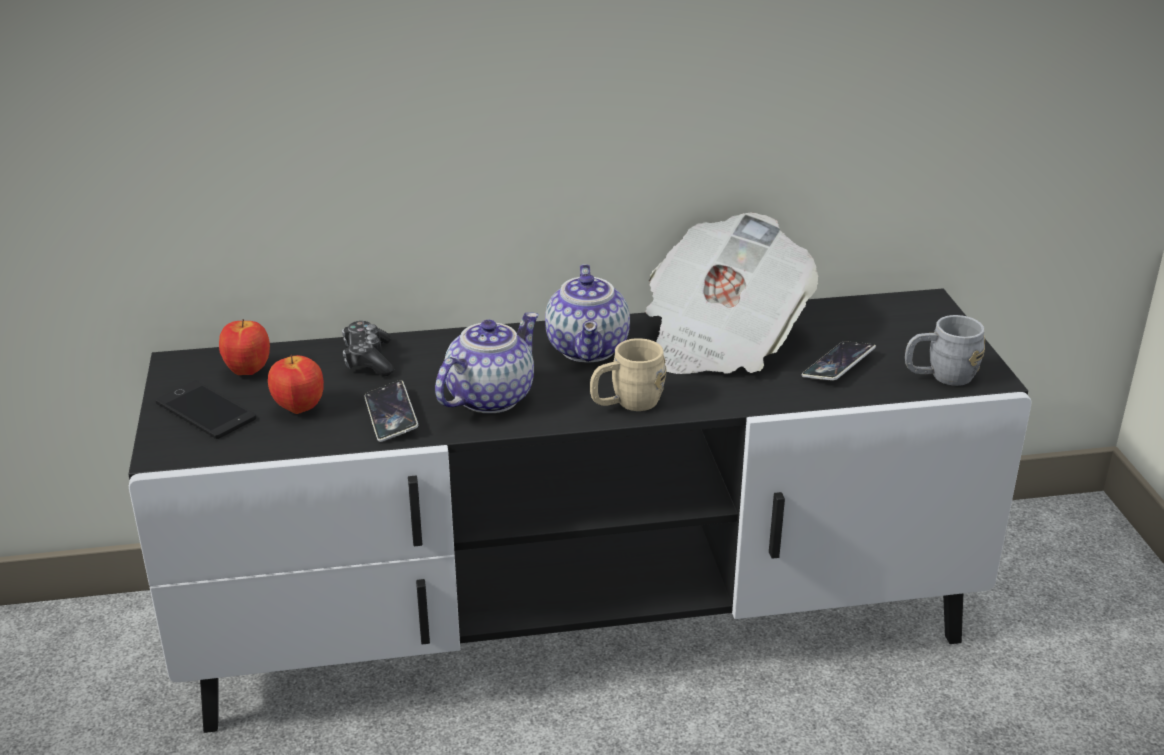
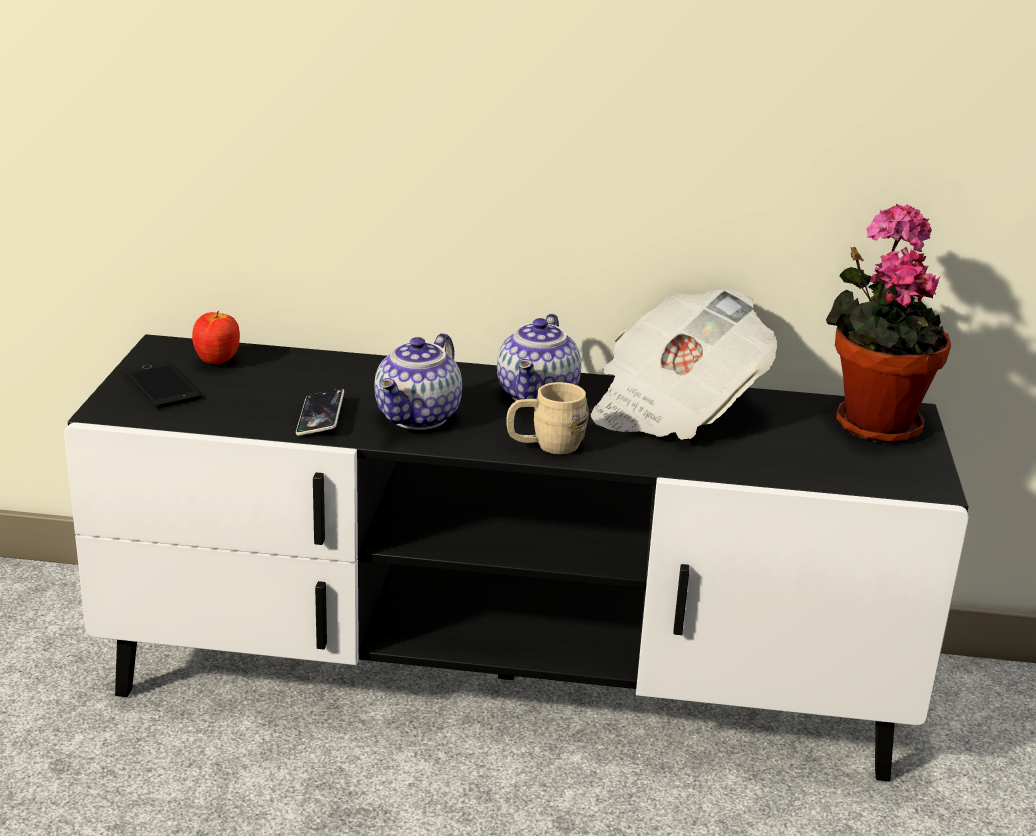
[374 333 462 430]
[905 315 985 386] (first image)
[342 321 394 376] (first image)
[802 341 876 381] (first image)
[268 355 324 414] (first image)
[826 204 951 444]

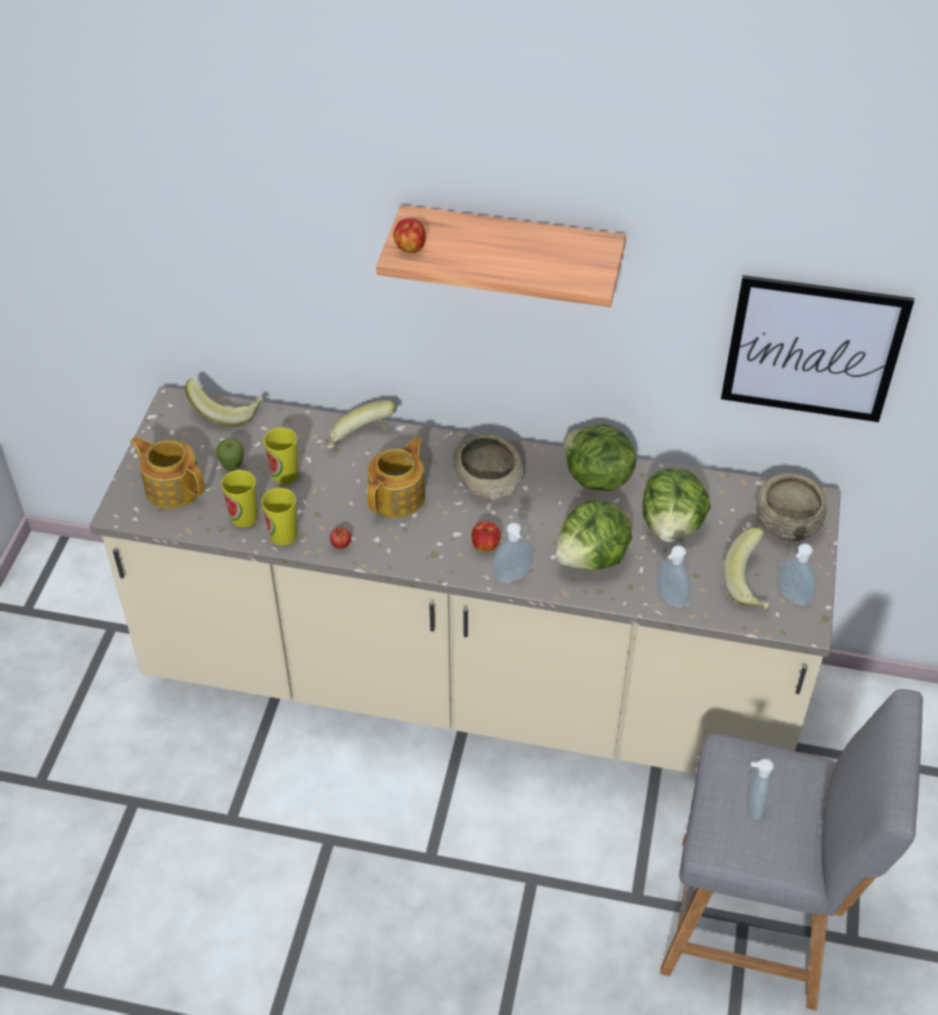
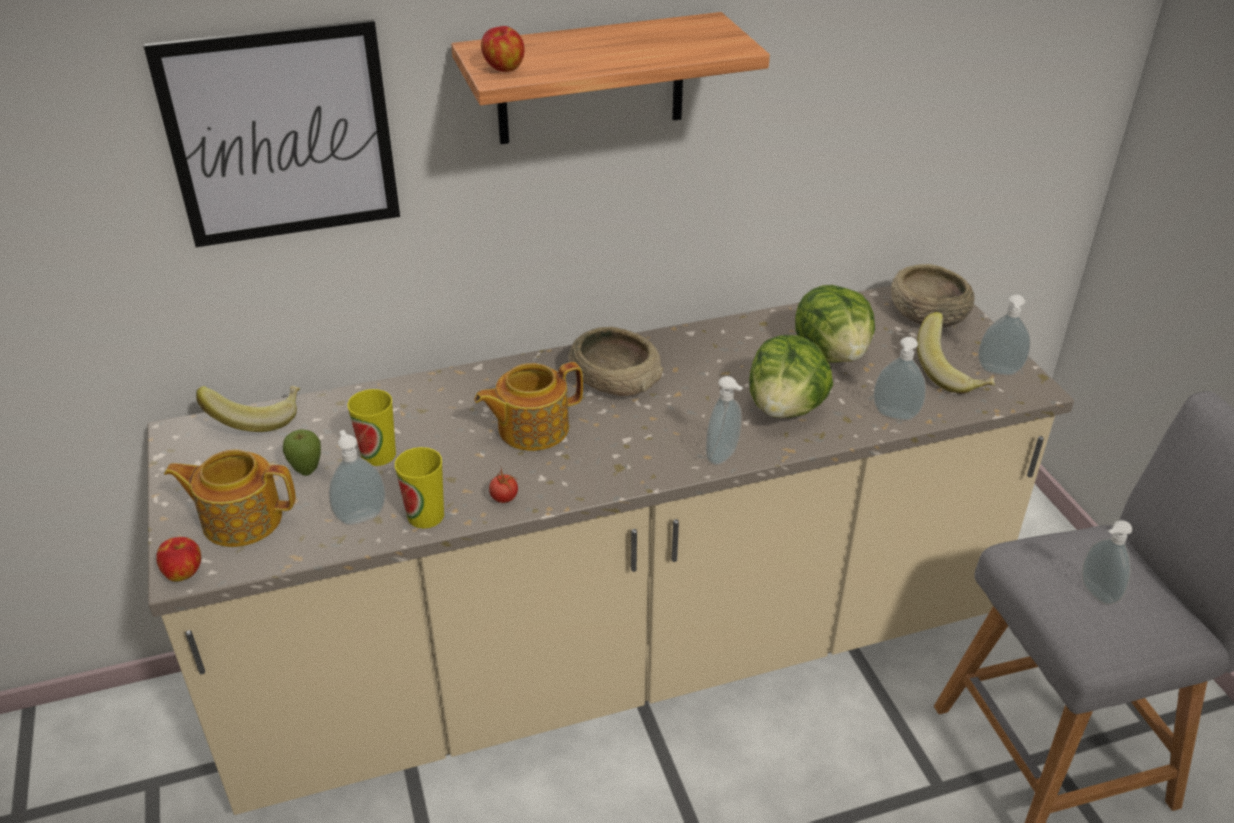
[144 19 400 247]
[327 400 397 449] (first image)
[563 424 636 491] (first image)
[474 362 583 451]
[329 430 386 525]
[156 537 201 582]

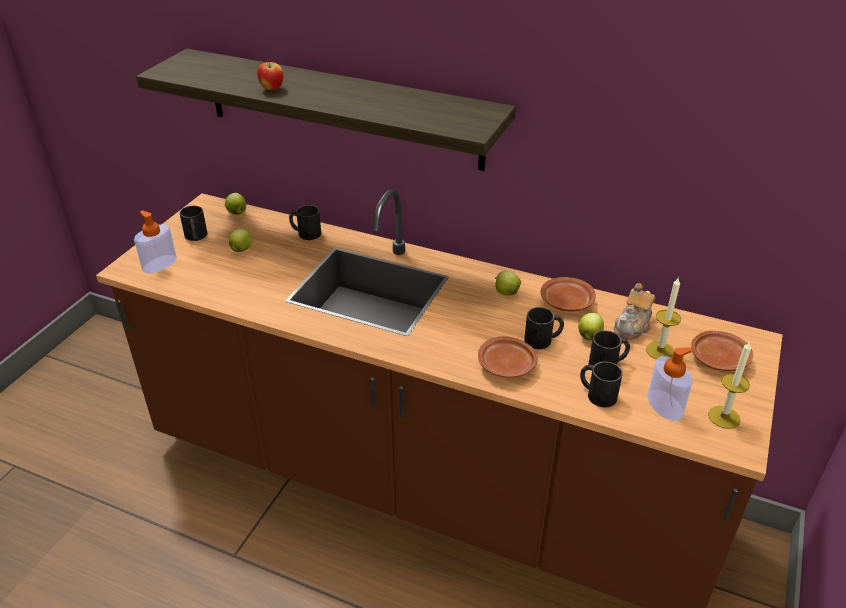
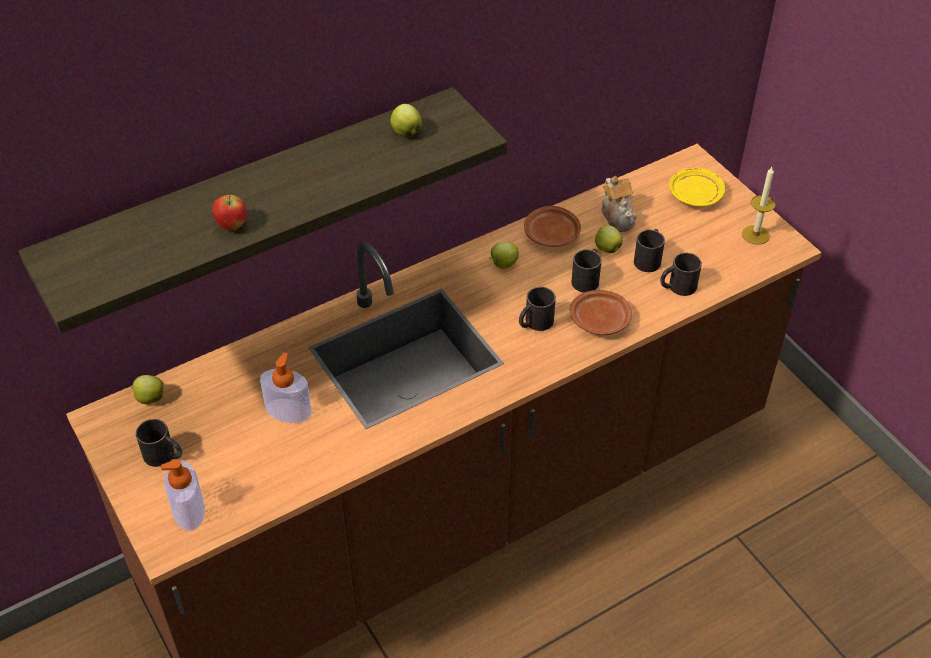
[519 287 556 331]
[390 104 422 136]
[646 277 681 360] (first image)
[669 168 725 207]
[260 353 312 423]

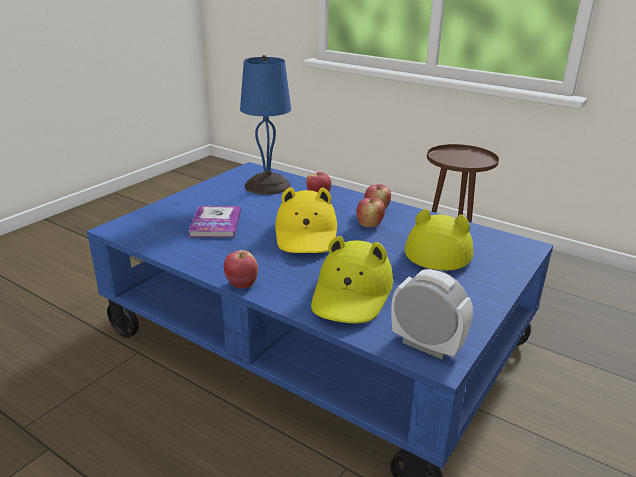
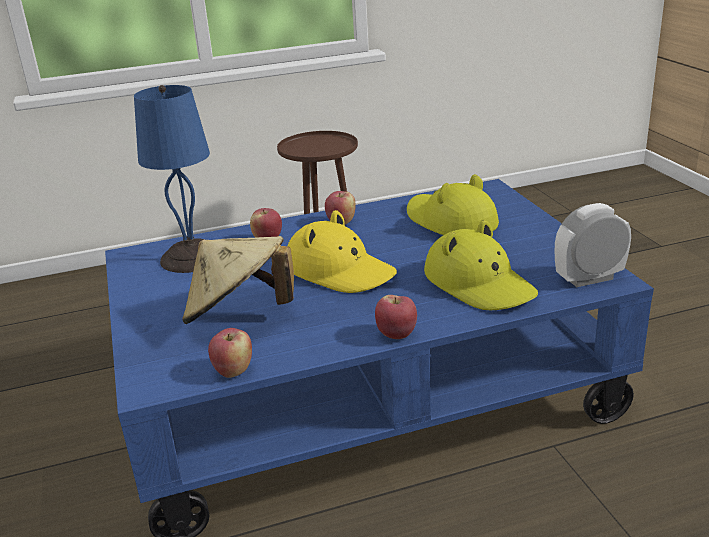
[208 328 252 378]
[182 236 294 324]

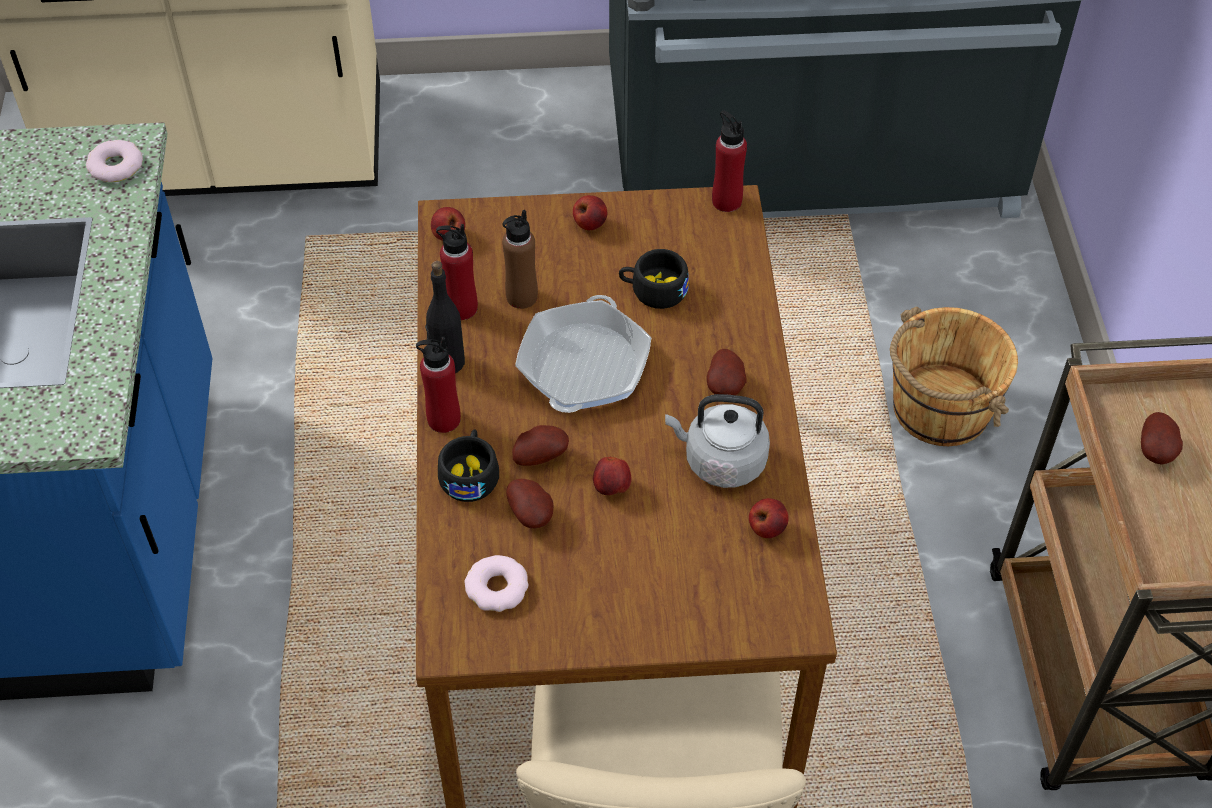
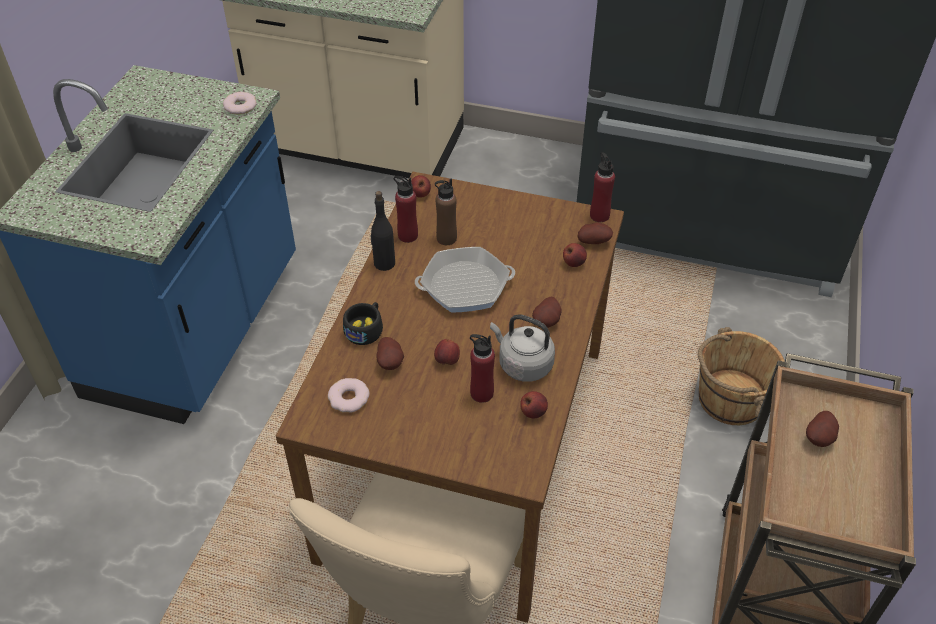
[563 243 587 267]
[619 249 689 309] (first image)
[415 247 515 313]
[470 334 495 403]
[577 222 613 244]

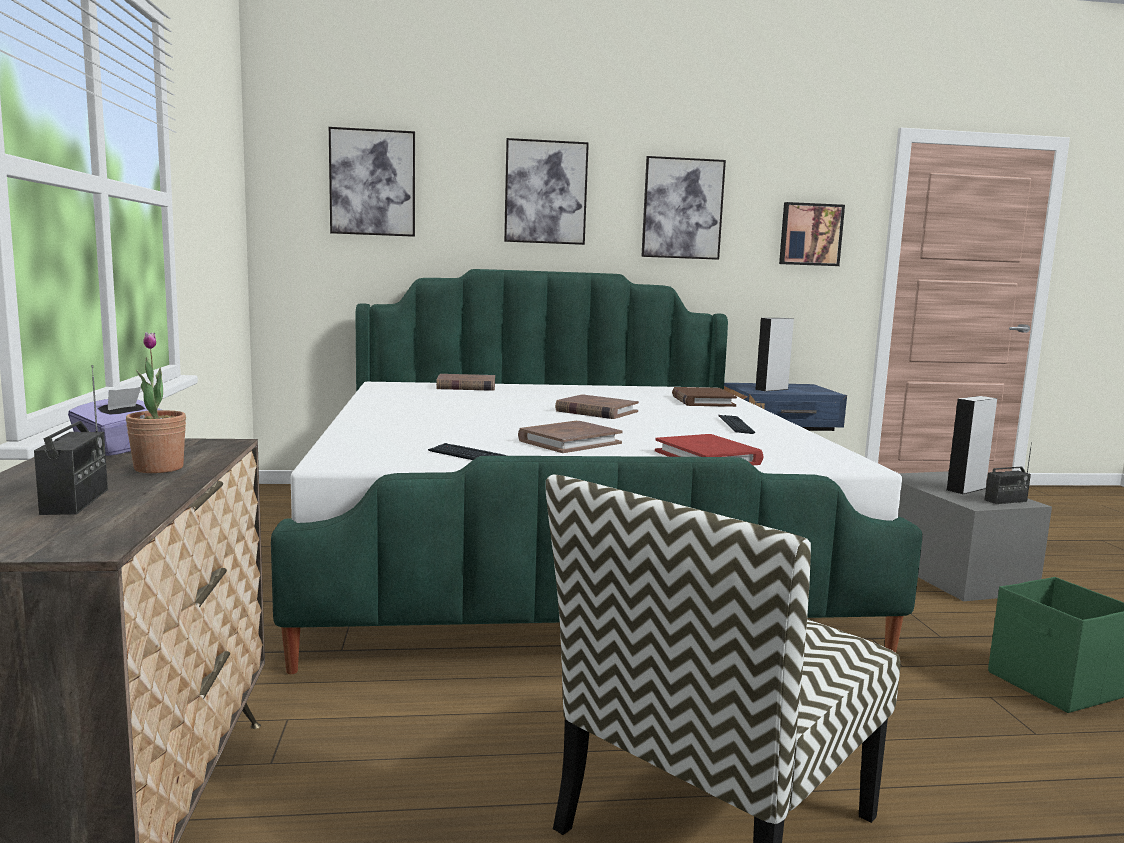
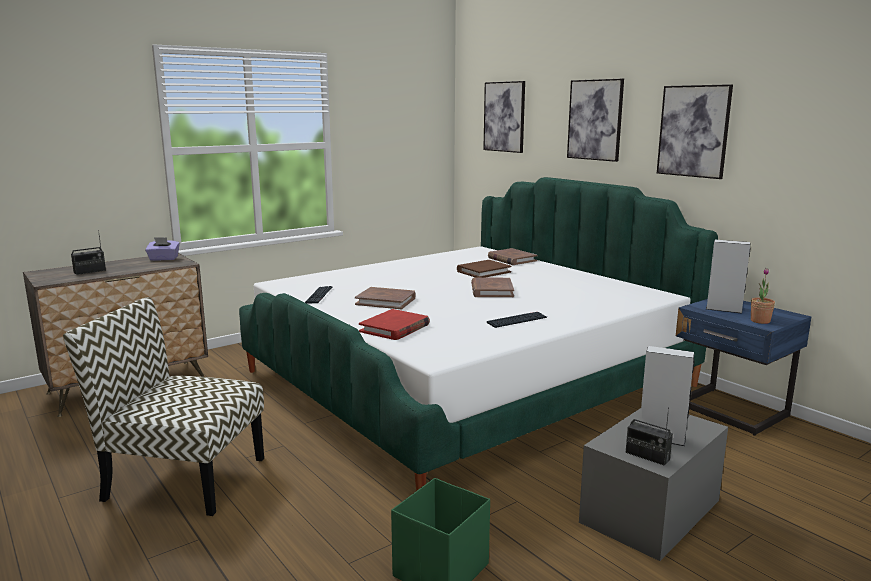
[779 202 845 266] (first image)
[751 268 775 324]
[457 260 511 278]

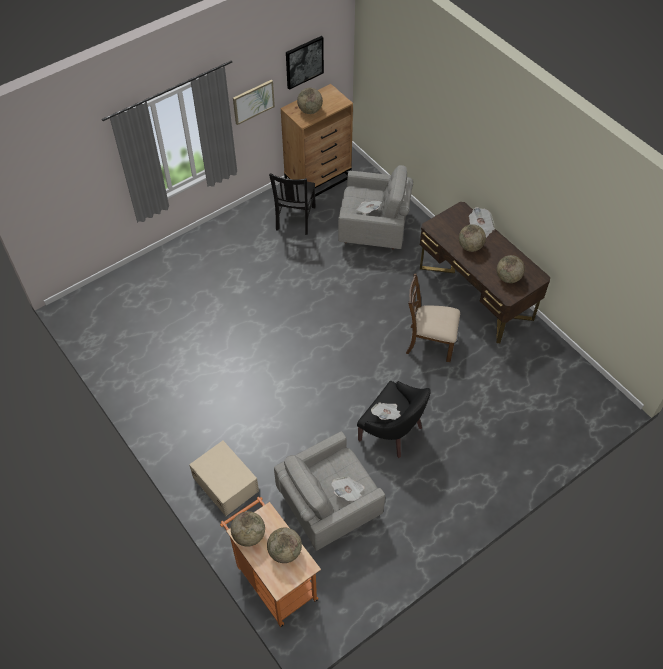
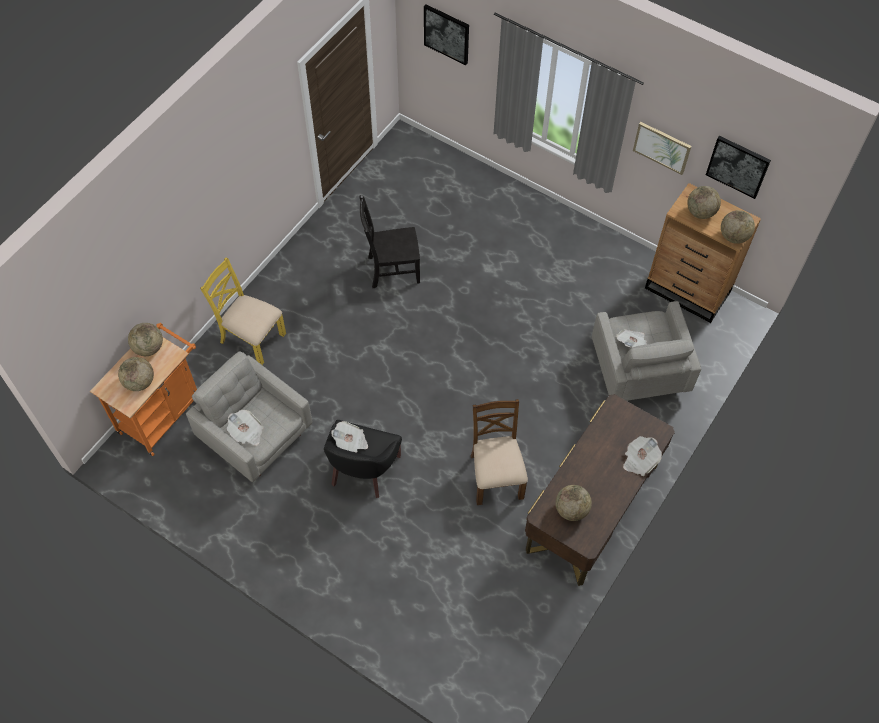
[359 195 420 288]
[721 210 755 244]
[200 258 286 365]
[424 4 469 65]

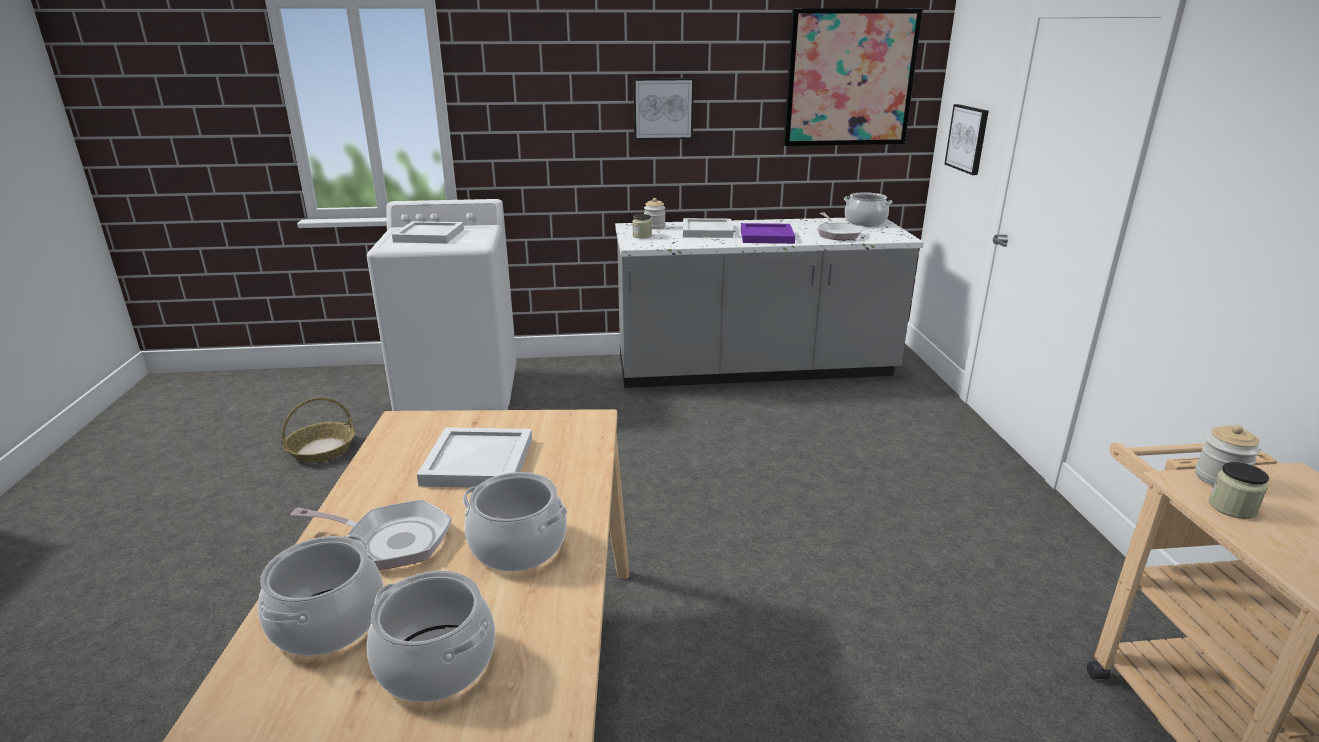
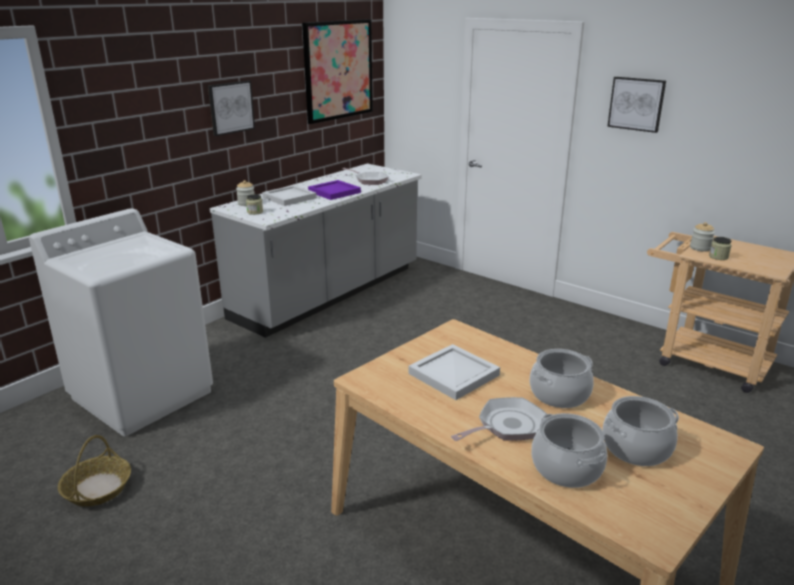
[607 77 666 133]
[844 192 893 226] (first image)
[392 221 464 243] (first image)

